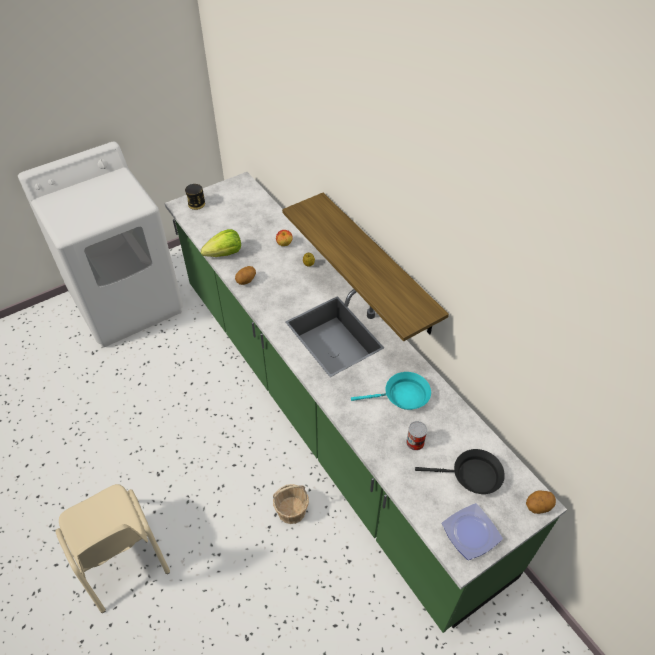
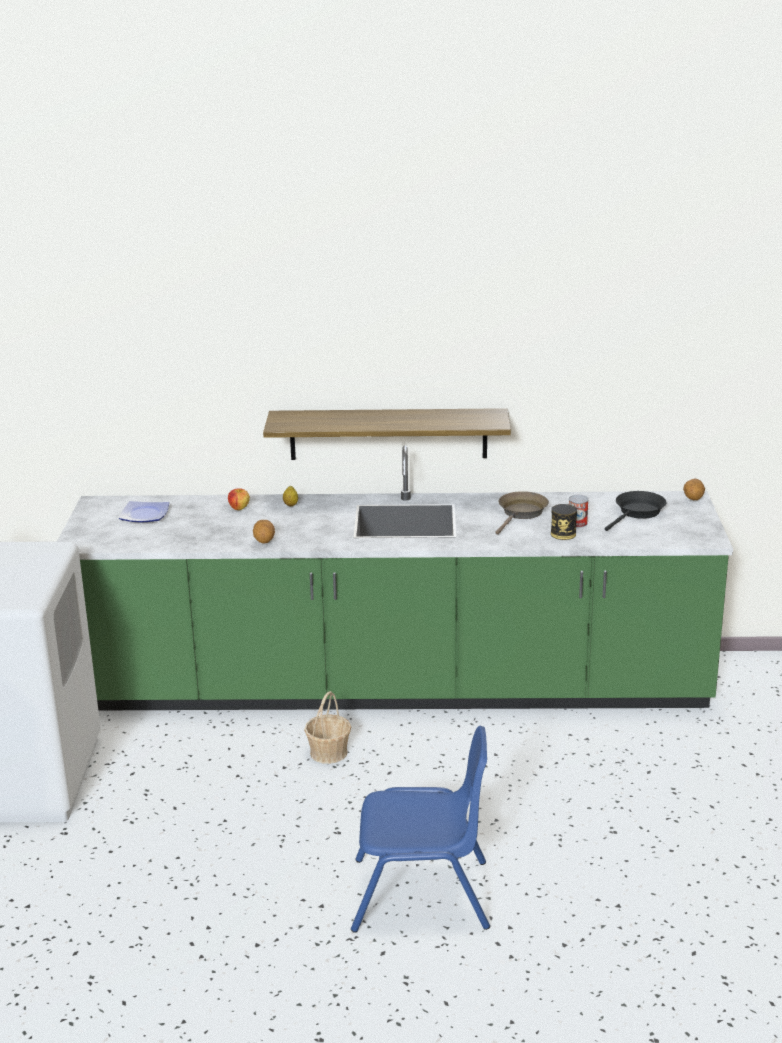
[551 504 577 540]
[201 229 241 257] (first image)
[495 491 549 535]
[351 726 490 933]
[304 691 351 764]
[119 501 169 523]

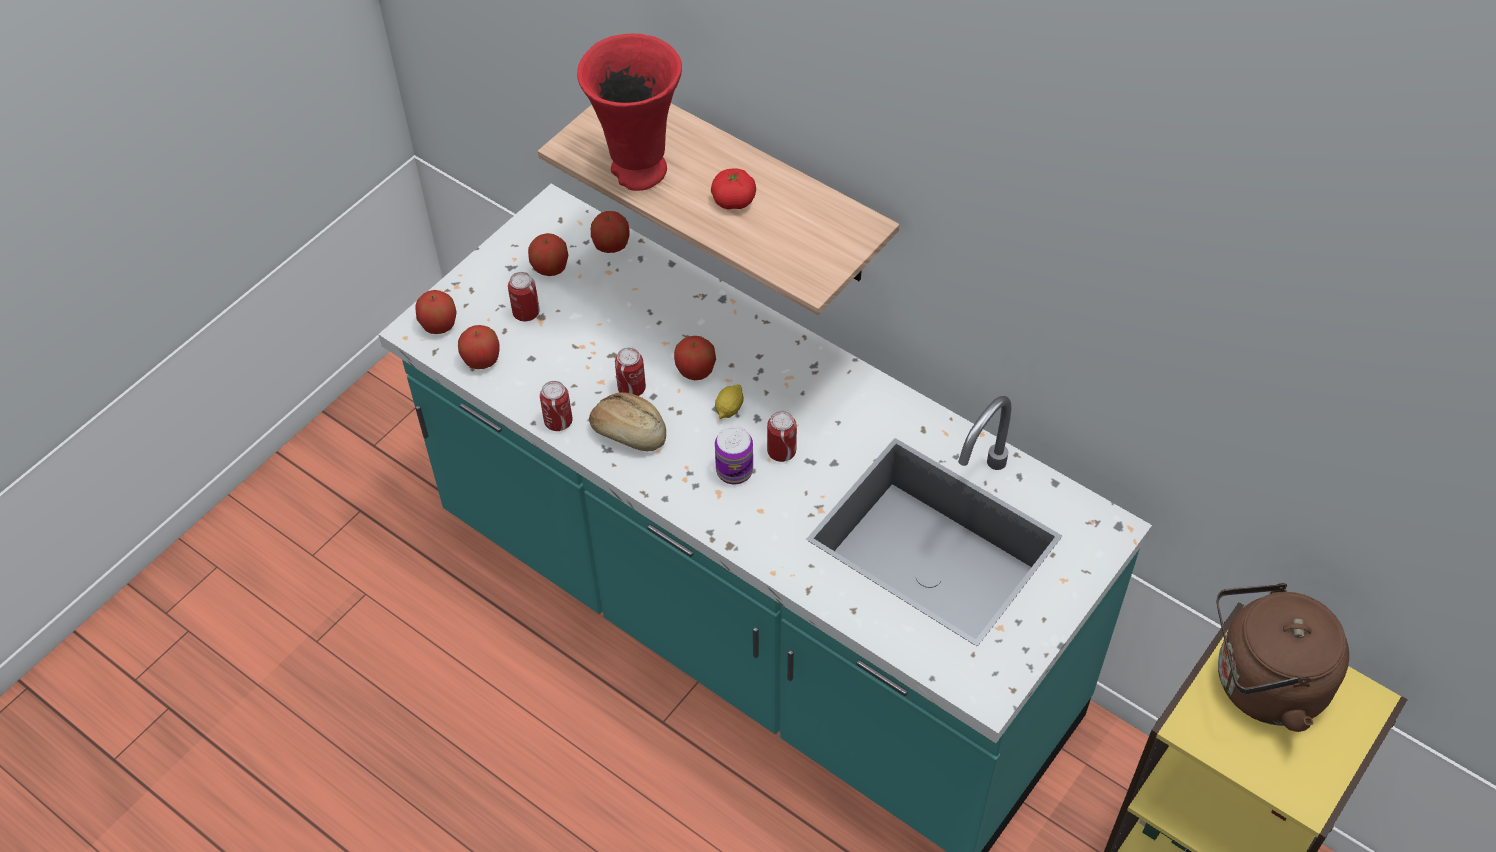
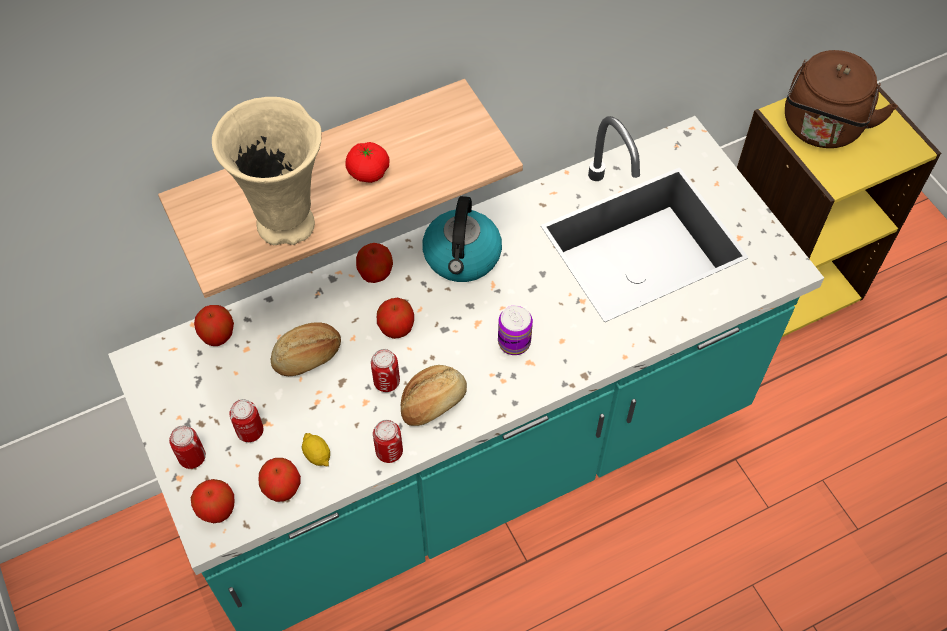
[212 97 322 245]
[356 243 393 283]
[302 433 330 466]
[169 425 206 469]
[422 196 502 282]
[271 322 341 376]

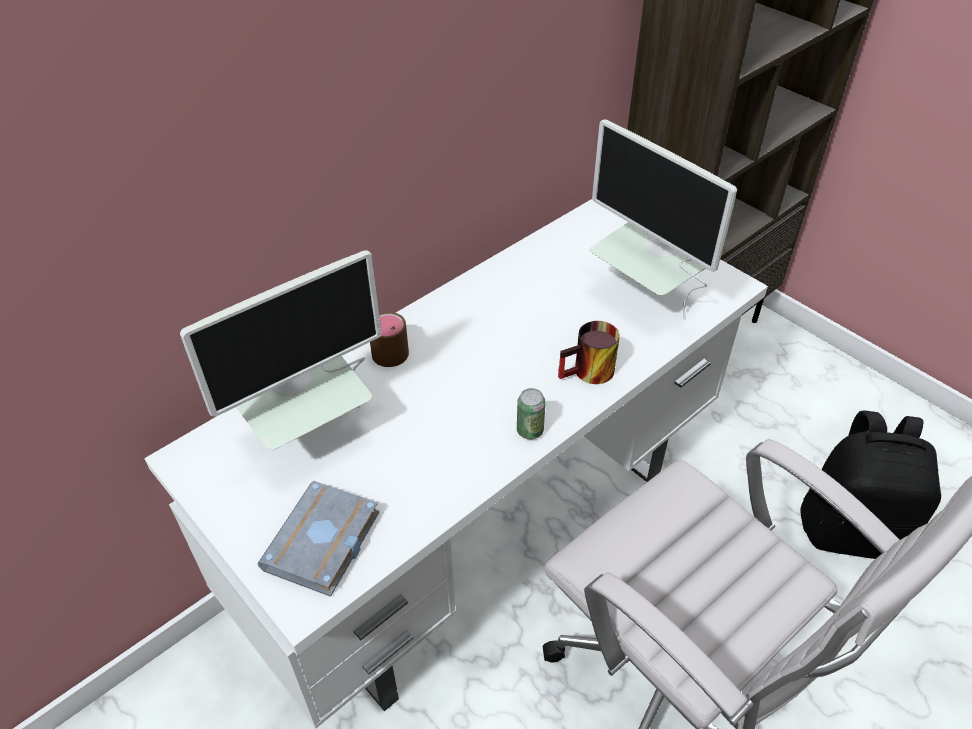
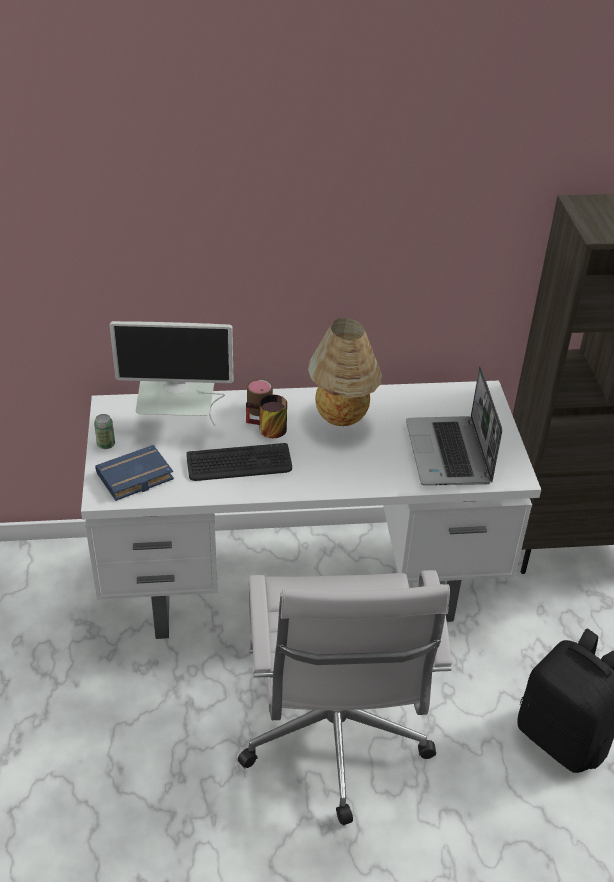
[406 366 502 486]
[246 395 287 438]
[94 414 115 449]
[95 445 174 501]
[308 318 382 426]
[186 443 292 481]

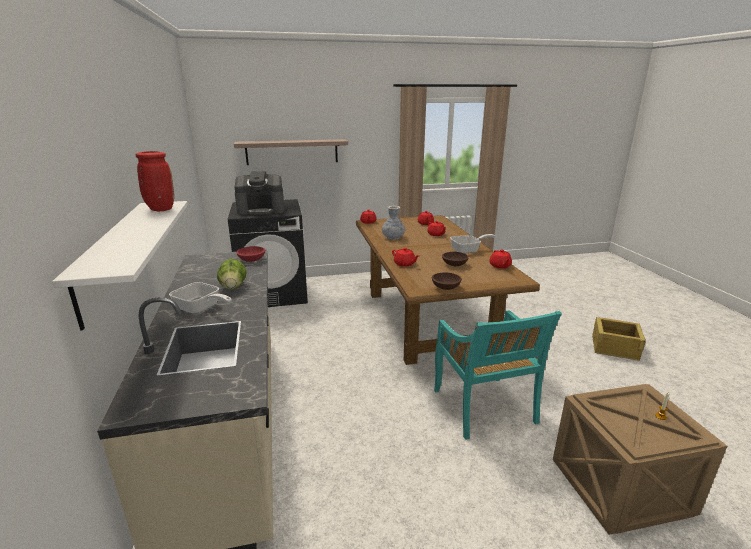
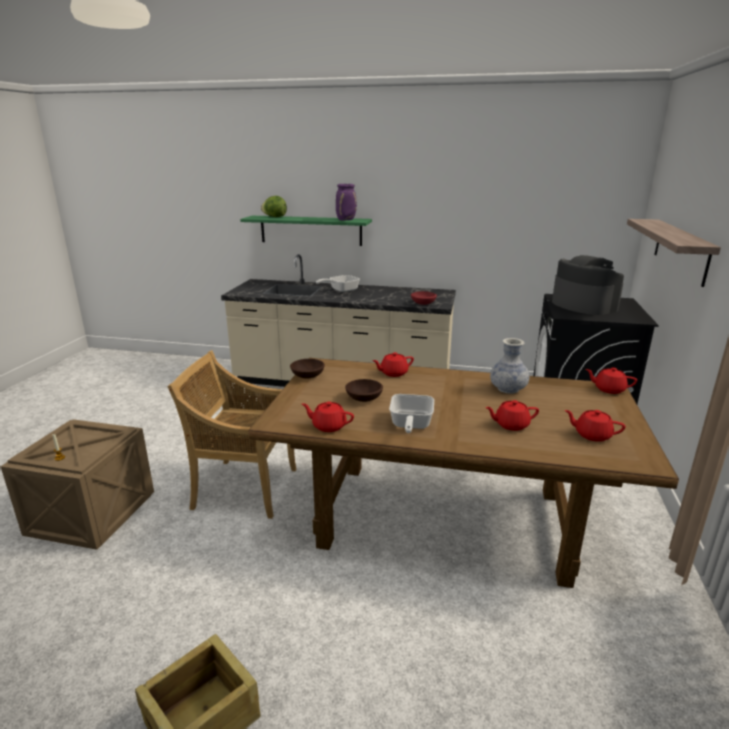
[336 184 357 221]
[552 255 624 315]
[240 216 372 246]
[261 196 287 217]
[167 350 297 519]

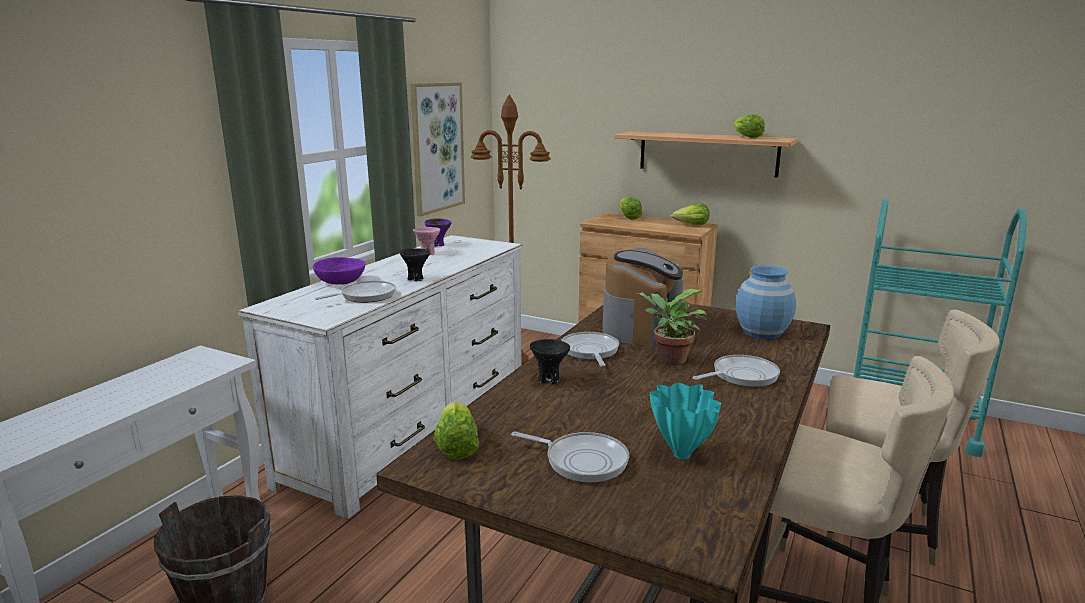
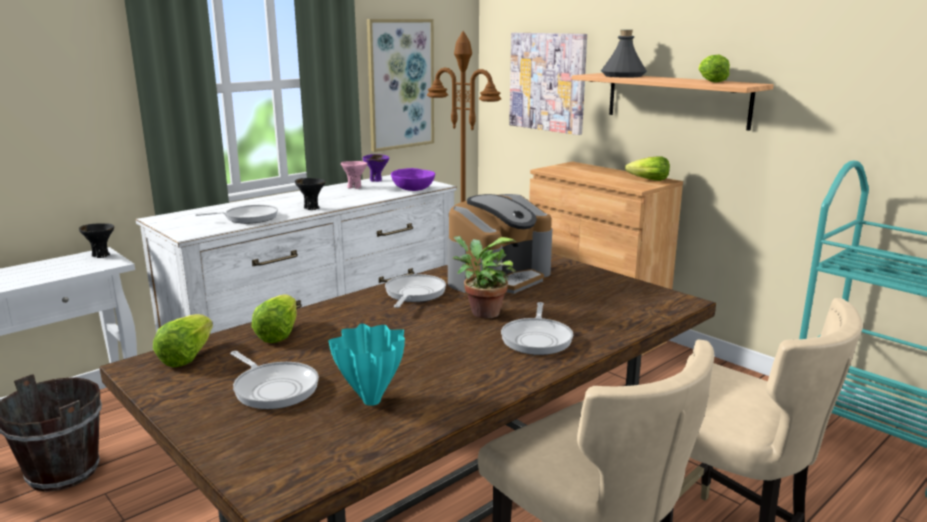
[251 294 297 343]
[391 168 435 191]
[736 265 796 339] (first image)
[79 223 114 258]
[501 302 573 355]
[601 30 647 78]
[509 33 587 135]

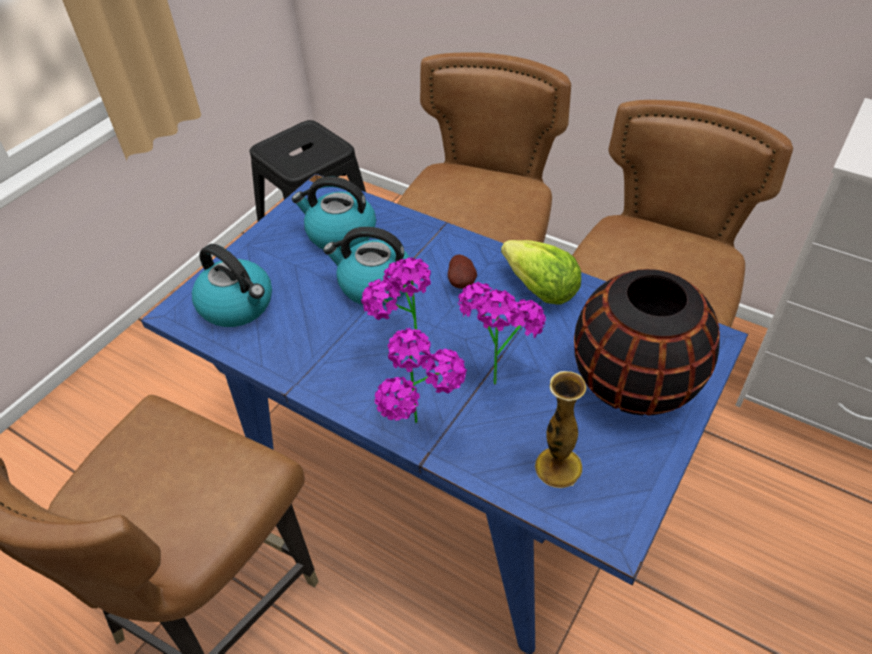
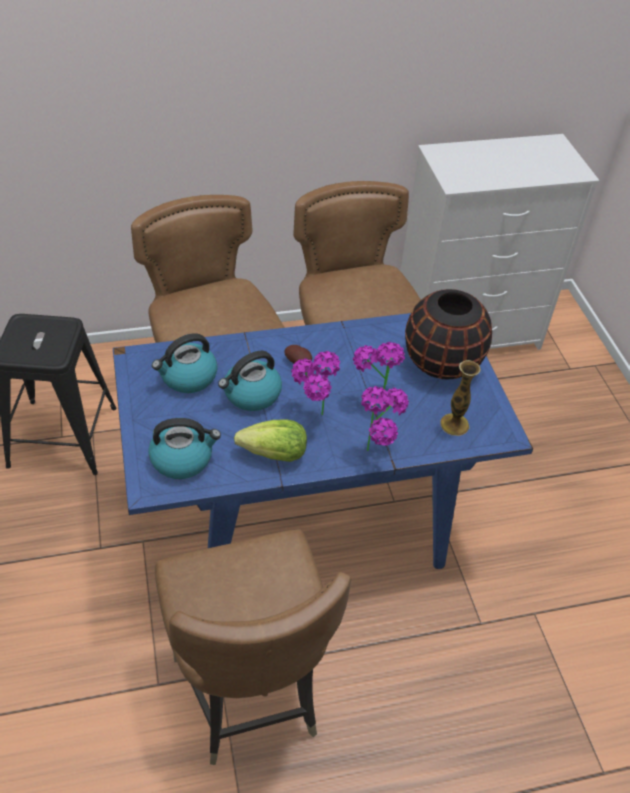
[234 419 307 462]

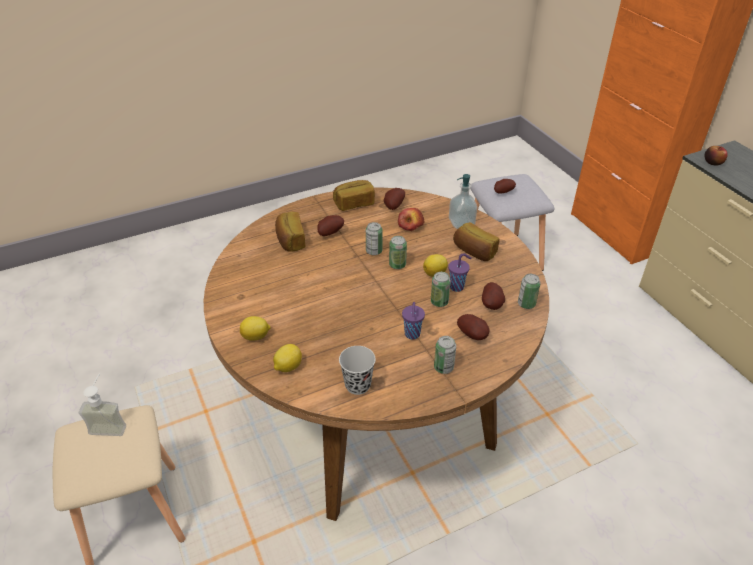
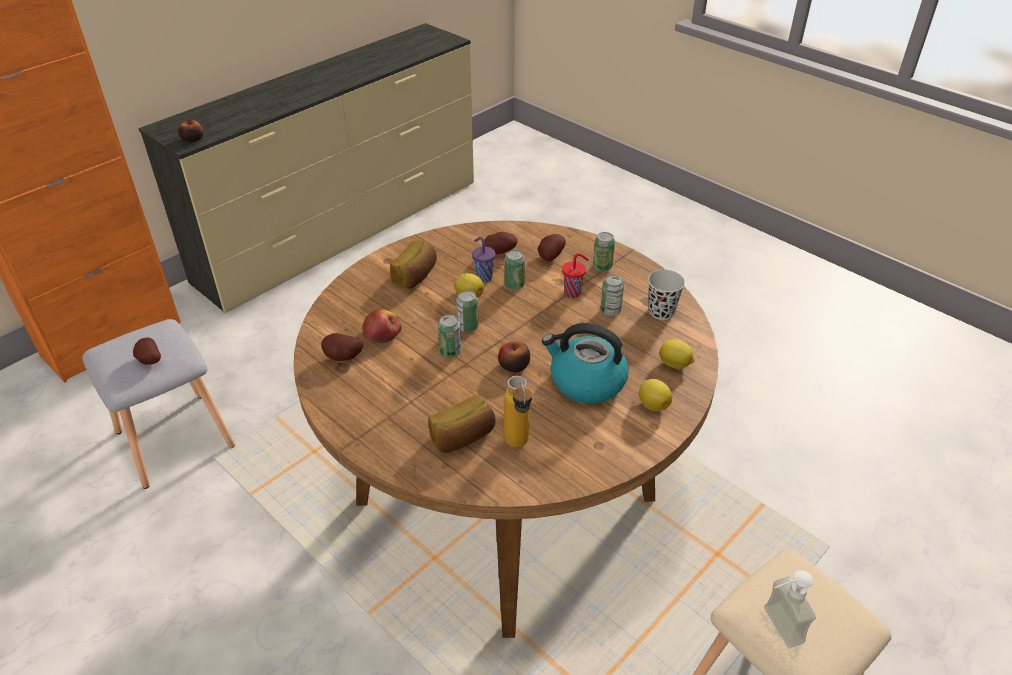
[449 174 477 229] (first image)
[333 180 375 211] (first image)
[317 215 344 236] (first image)
[600 275 624 316]
[562 253 589 298]
[542 323 629 404]
[498 340 530 372]
[504 376 532 447]

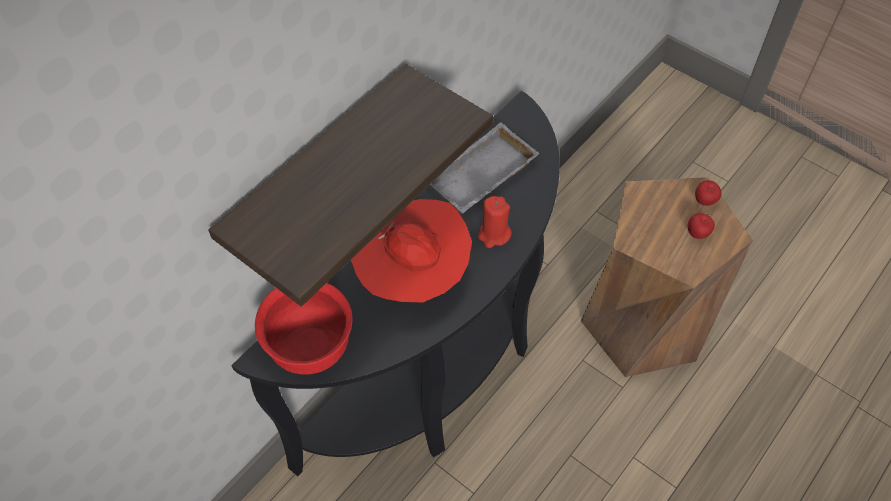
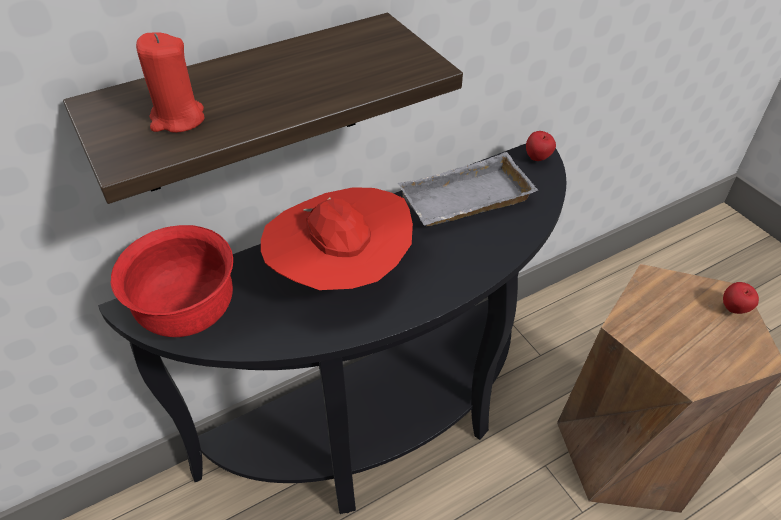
[136 32 205 133]
[526 131 556 161]

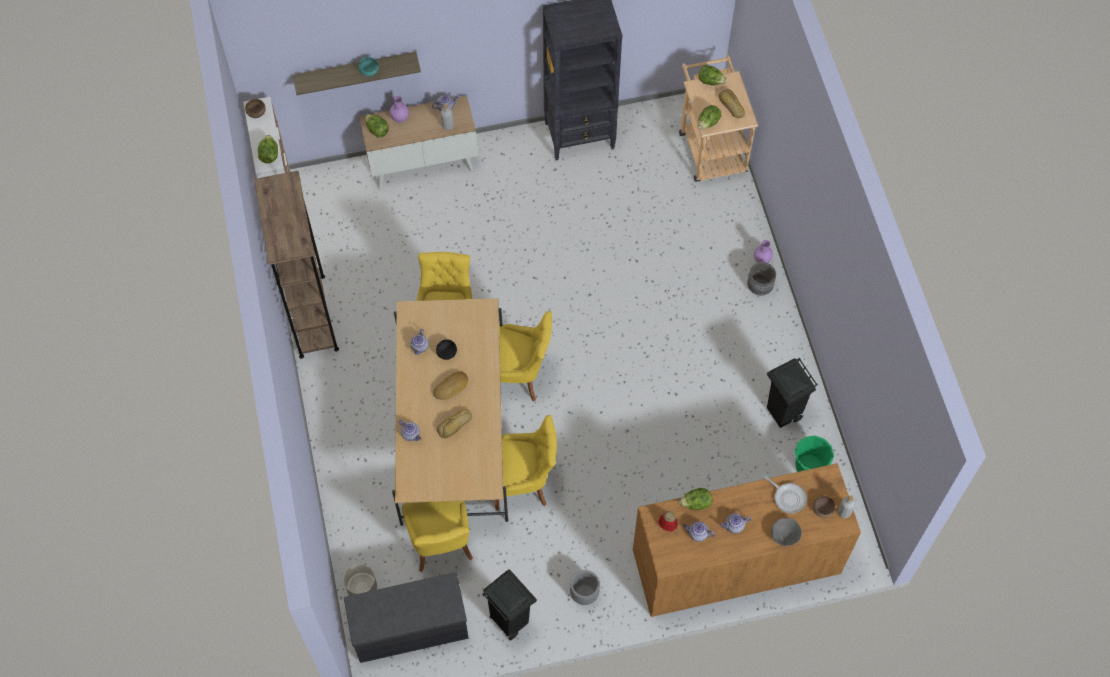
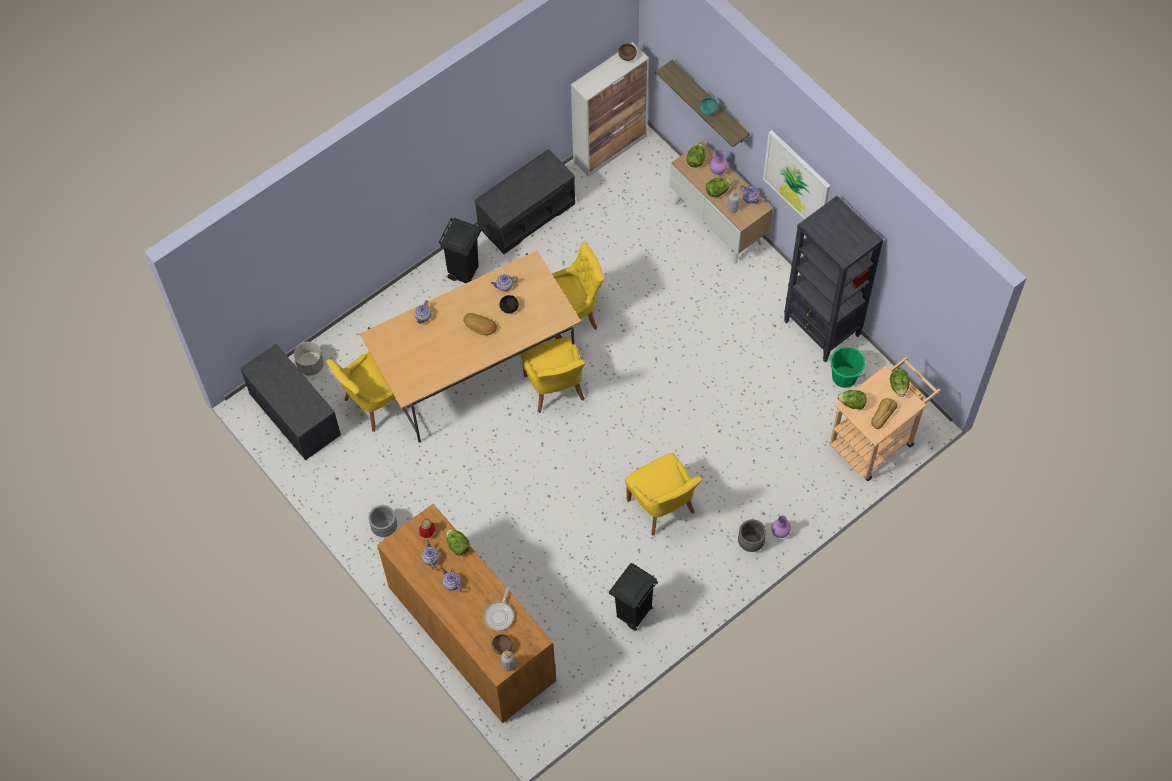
[706 178 732 197]
[475 149 575 254]
[437 409 472 438] (first image)
[625 453 703 536]
[830 347 866 388]
[771 518 802 546] (first image)
[439 218 481 283]
[763 130 830 219]

